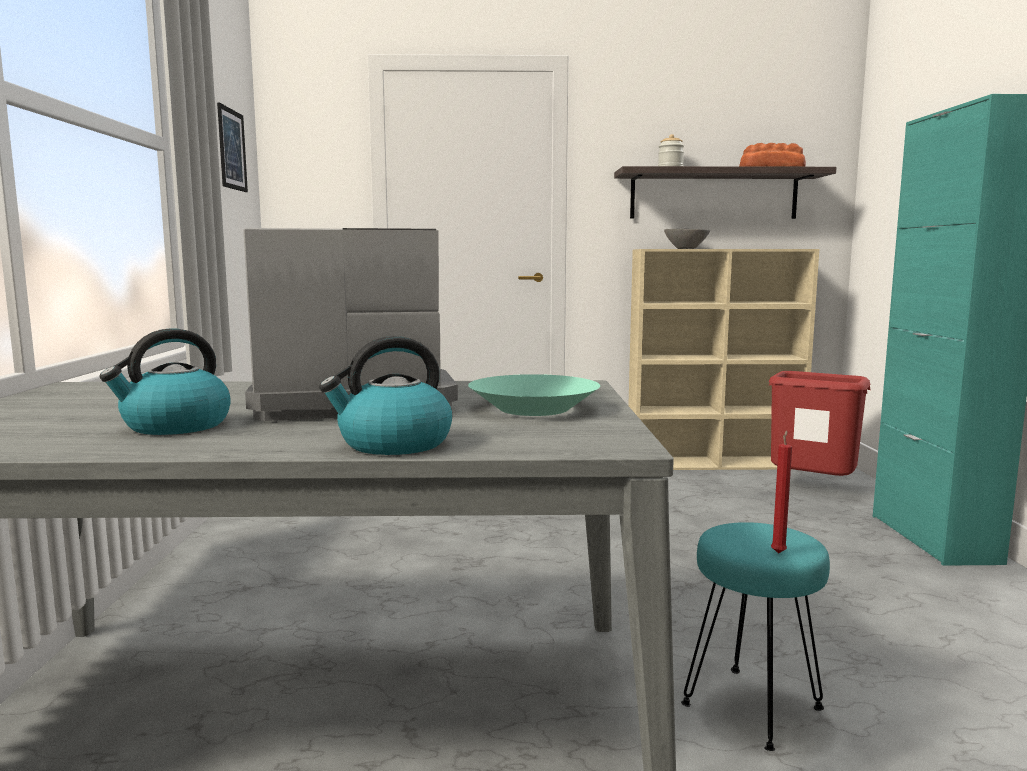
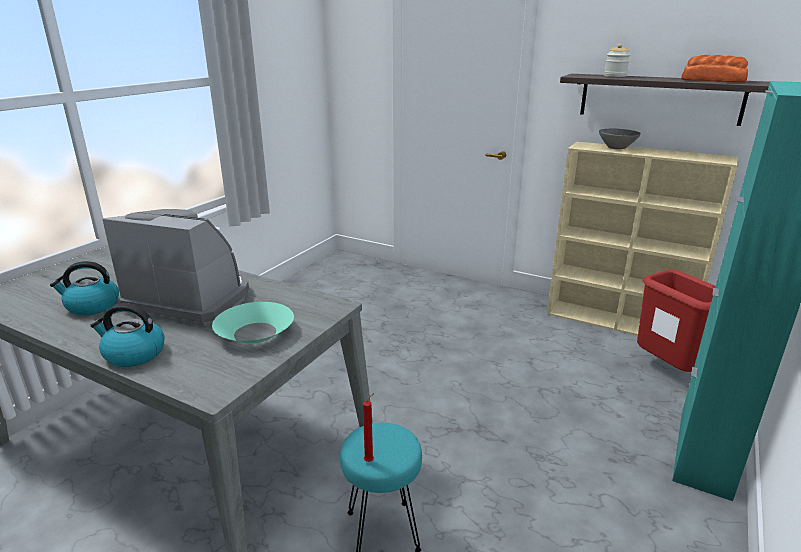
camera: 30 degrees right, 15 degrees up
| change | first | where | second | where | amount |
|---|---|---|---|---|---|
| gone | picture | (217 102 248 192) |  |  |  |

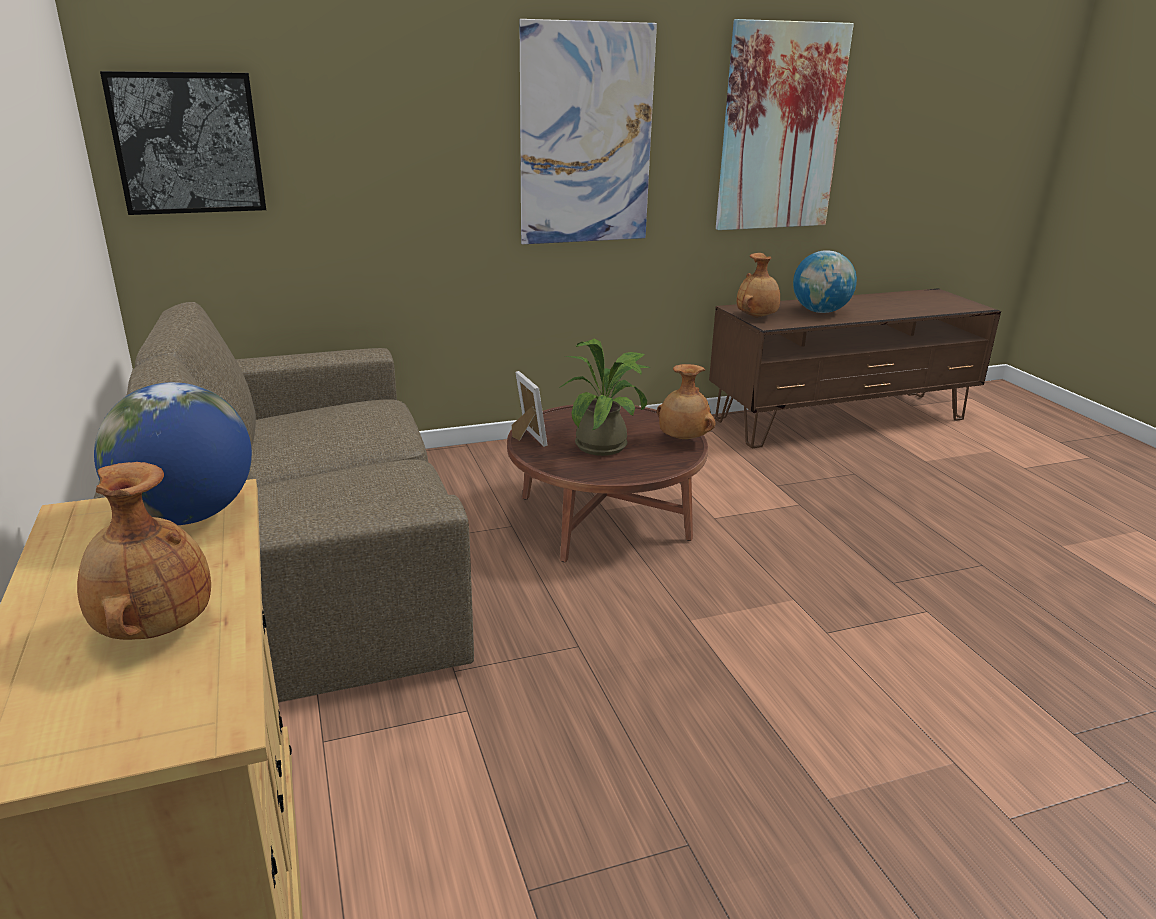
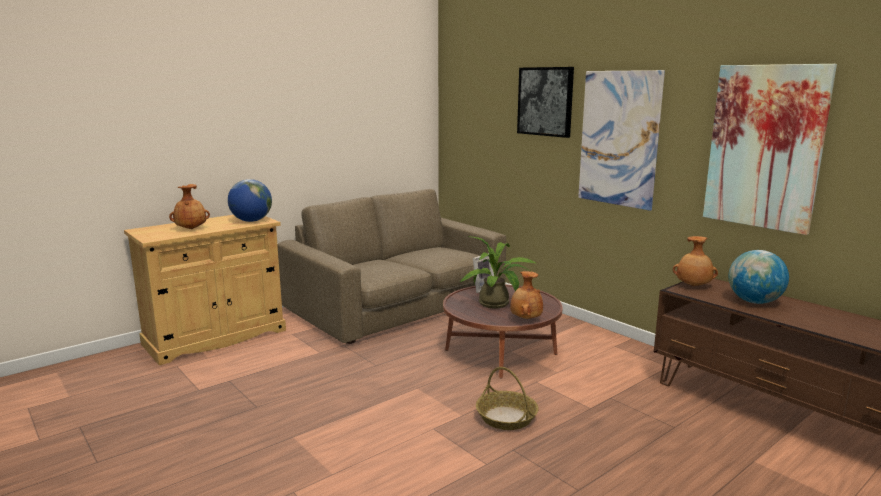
camera: 70 degrees right, 10 degrees down
| change | first | where | second | where | amount |
|---|---|---|---|---|---|
| shifted | picture | (100 71 266 215) |  | (517 67 574 138) |  |
| new |  |  | storage basket | (476 367 539 430) |  |

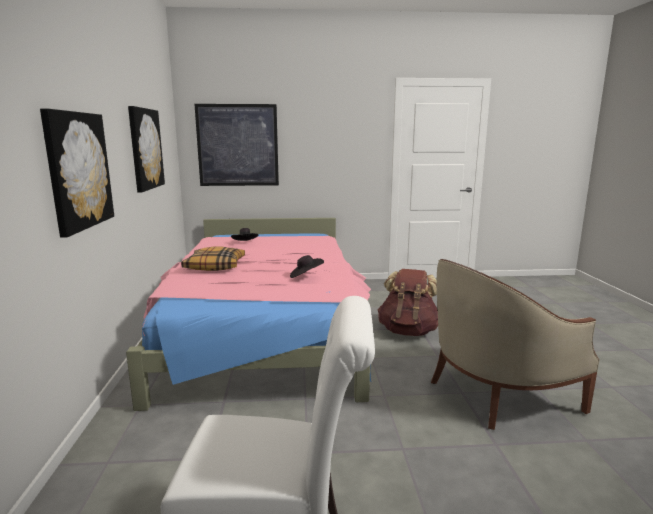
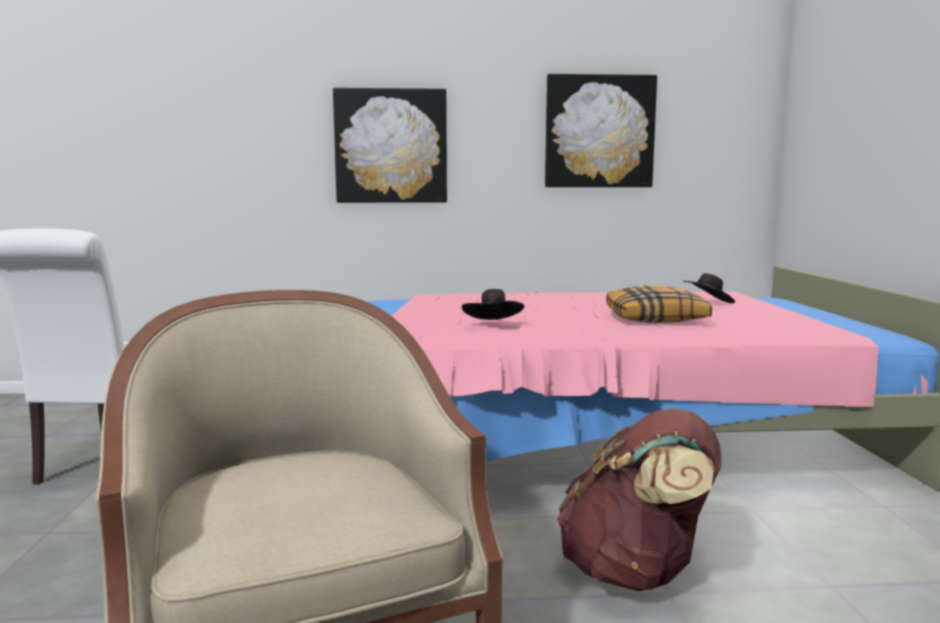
camera: 90 degrees right, 5 degrees down
| change | first | where | second | where | amount |
|---|---|---|---|---|---|
| gone | picture | (194 104 279 186) |  |  |  |
| shifted | throw pillow | (181 246 245 271) |  | (606 286 712 323) |  |

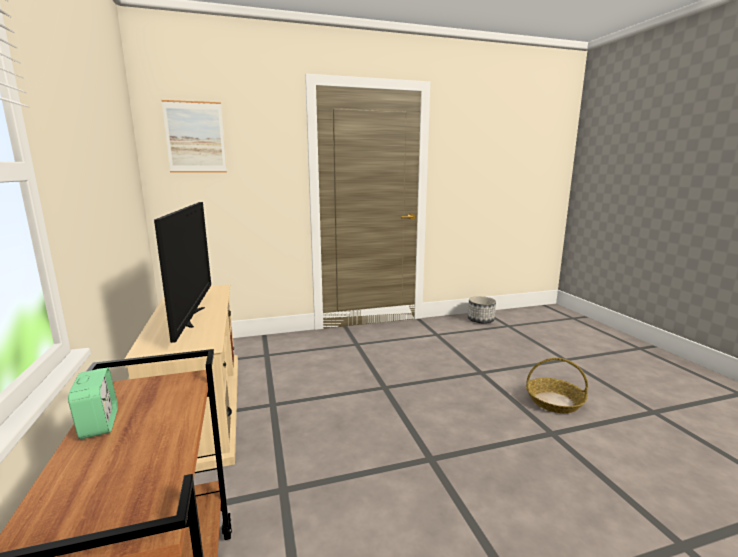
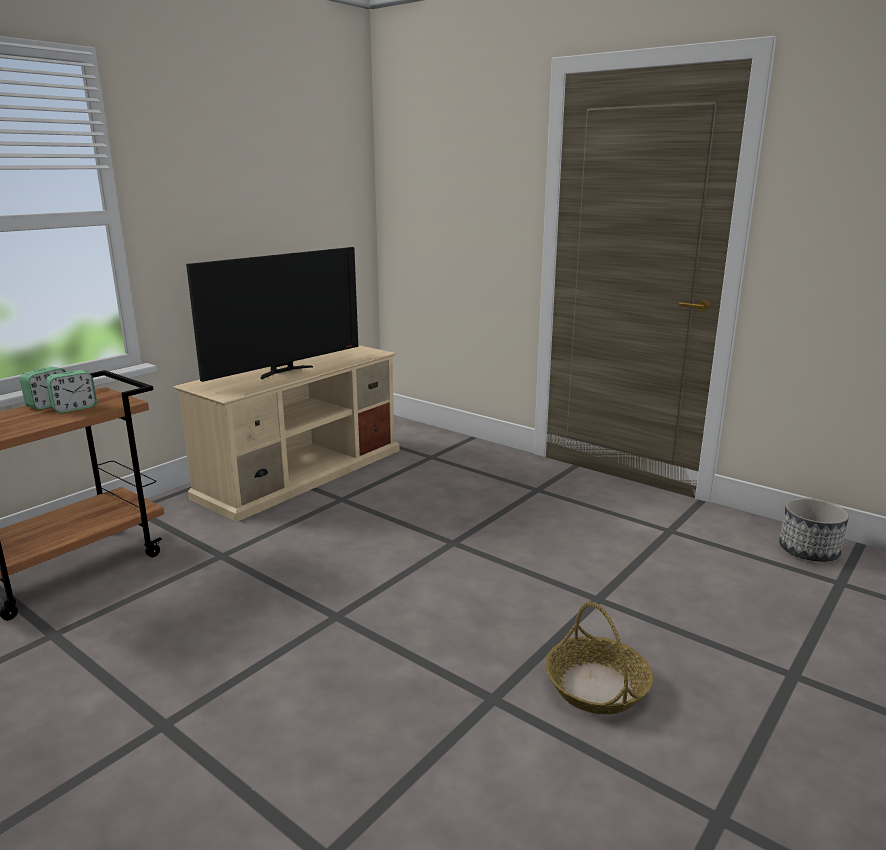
camera: 55 degrees right, 5 degrees up
| change | first | where | second | where | amount |
|---|---|---|---|---|---|
| gone | picture | (162 100 227 173) |  |  |  |
| new |  |  | bedside clock | (46 370 97 413) |  |

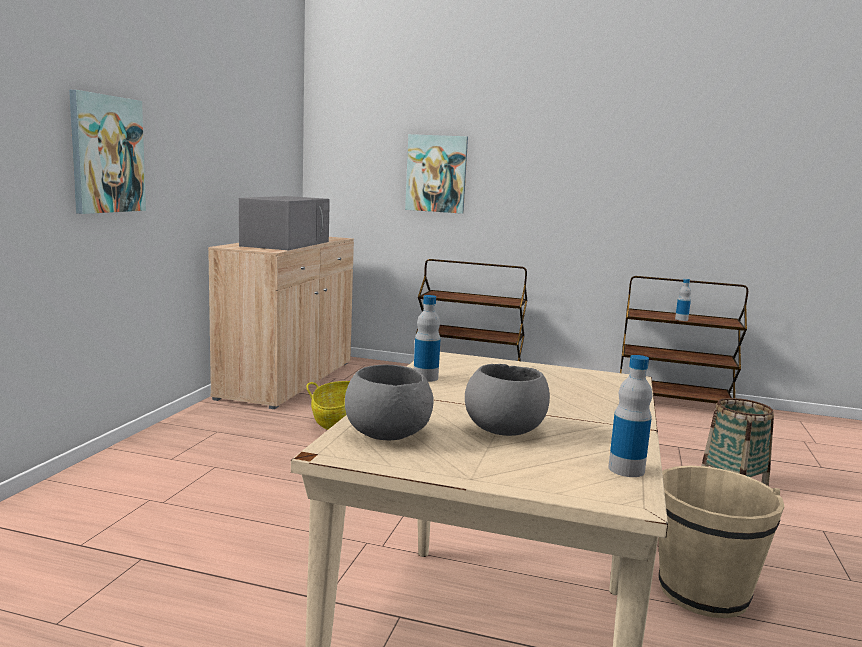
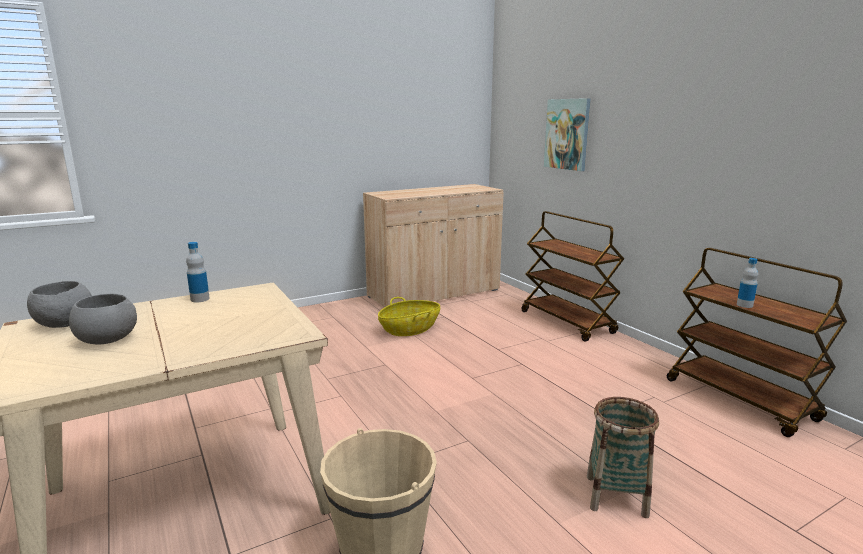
camera: 45 degrees right, 5 degrees up
| change | first | where | second | where | amount |
|---|---|---|---|---|---|
| gone | picture | (69 90 146 214) |  |  |  |
| gone | kitchen microwave (gray) | (239 196 330 250) |  |  |  |
| gone | bottle | (609 355 652 477) |  |  |  |

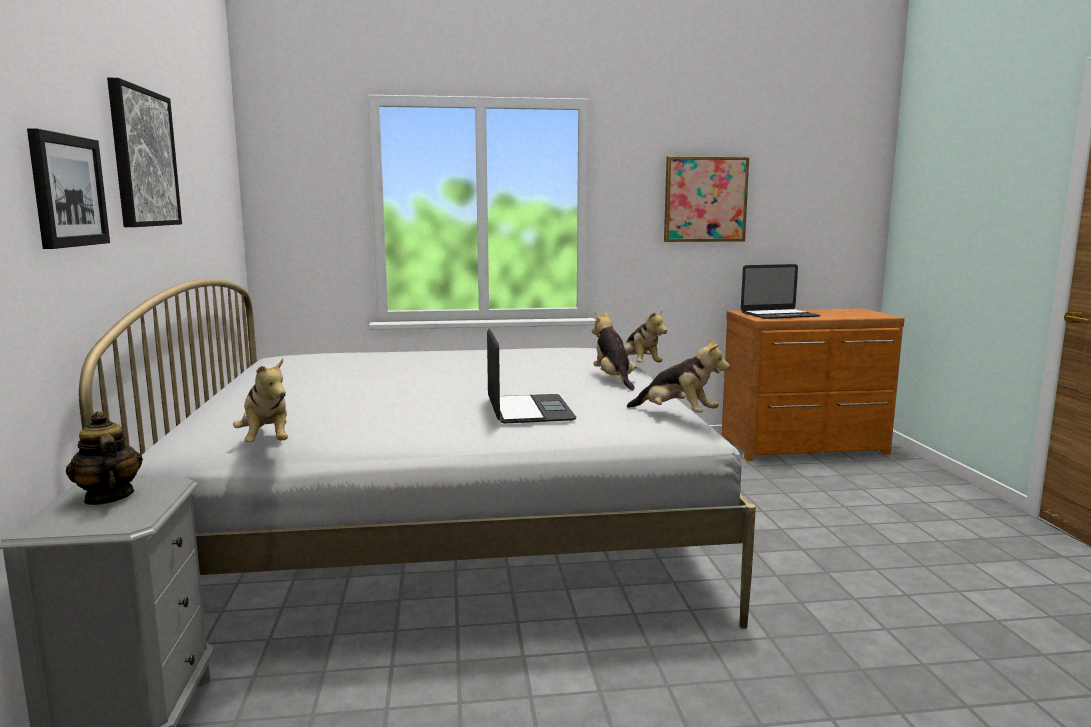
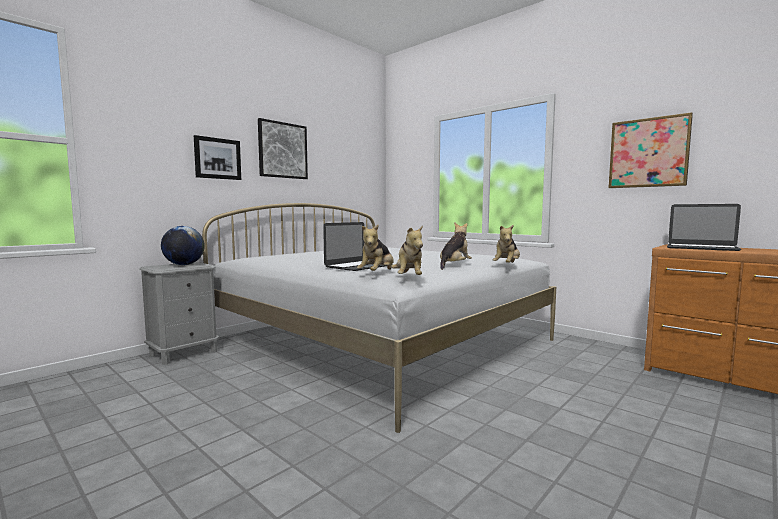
camera: 50 degrees right, 5 degrees down
| change | first | where | second | where | amount |
|---|---|---|---|---|---|
| shifted | plush toy | (233 359 288 442) |  | (357 225 394 271) |  |
| swapped | pot for tea | (66 411 143 505) | desk globe | (161 226 205 265) |  |

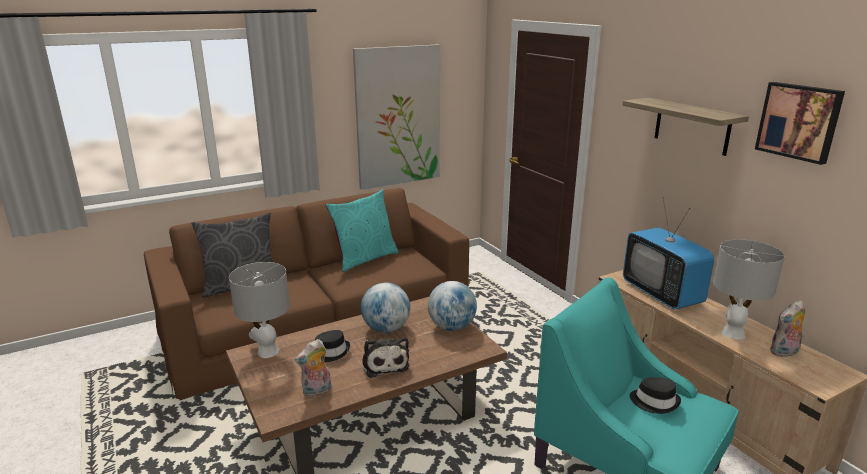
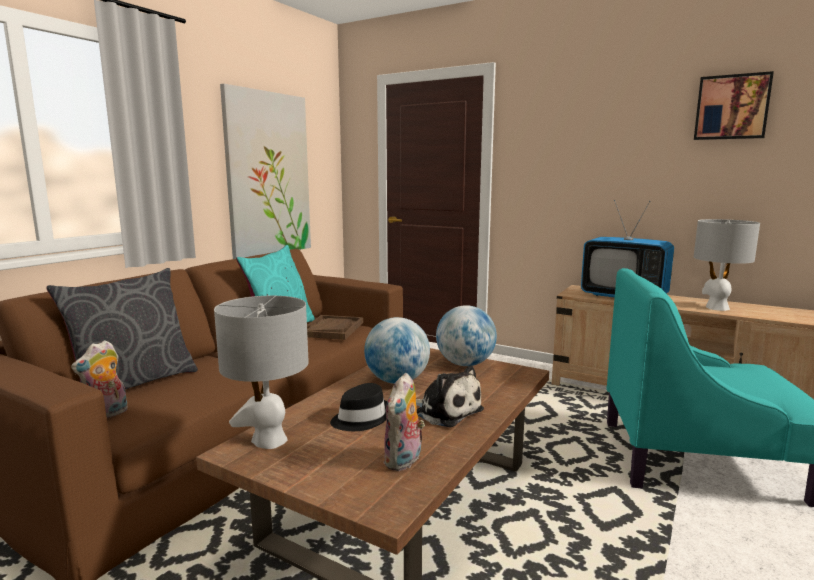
camera: 30 degrees left, 10 degrees down
| change | first | where | second | where | amount |
|---|---|---|---|---|---|
| gone | wall shelf | (622 98 749 156) |  |  |  |
| shifted | plush toy | (770 300 805 358) |  | (71 340 127 418) |  |
| gone | hat (black-coloured) | (630 377 681 414) |  |  |  |
| new |  |  | carrying tray (brown-coloured) | (307 315 363 340) |  |

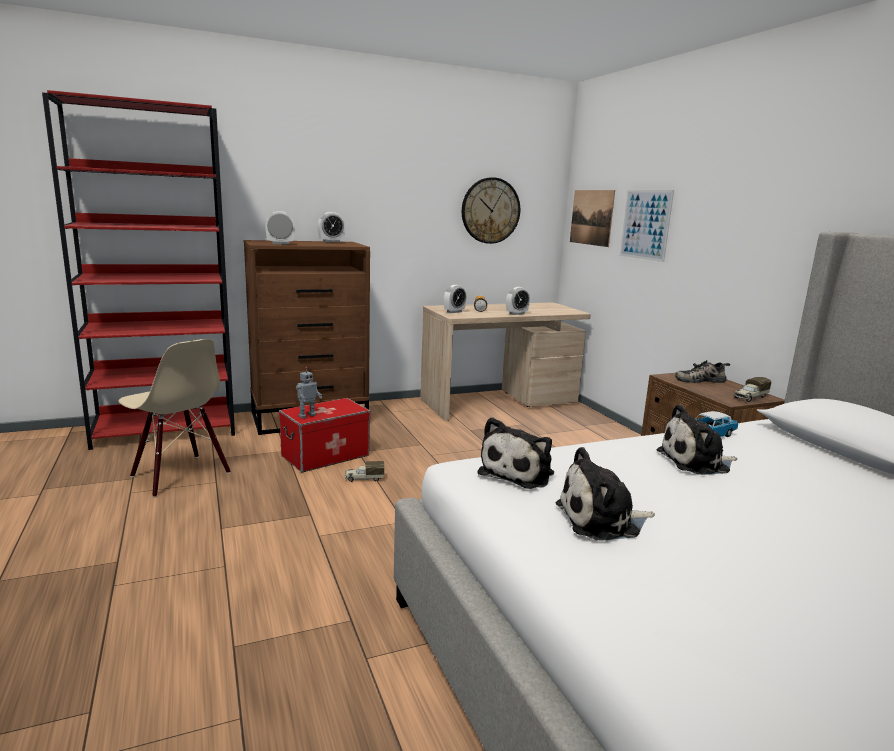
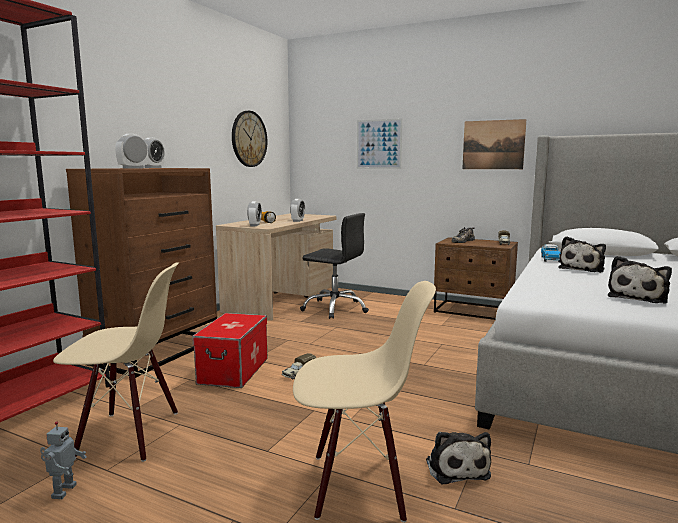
camera: 40 degrees left, 5 degrees down
| change | first | where | second | where | amount |
|---|---|---|---|---|---|
| shifted | picture | (570 190 615 247) |  | (462 119 526 169) |  |
| shifted | toy robot | (296 367 322 419) |  | (40 421 87 499) |  |
| shifted | plush toy | (477 417 554 489) |  | (426 432 491 484) |  |
| new |  |  | desk chair (black-coloured) | (300 213 369 319) |  |
| new |  |  | plain chair (beige-coloured) | (293 281 436 523) |  |

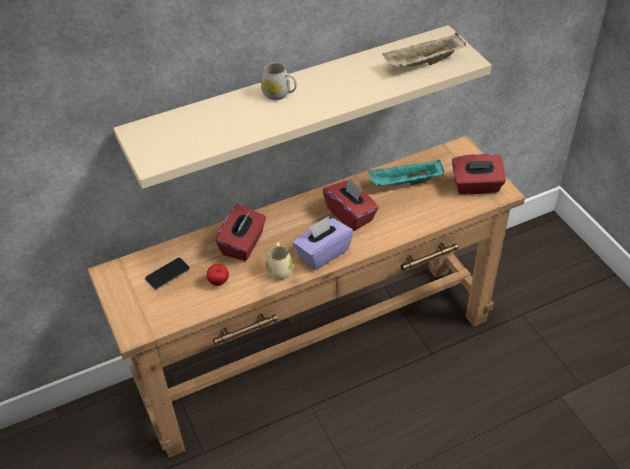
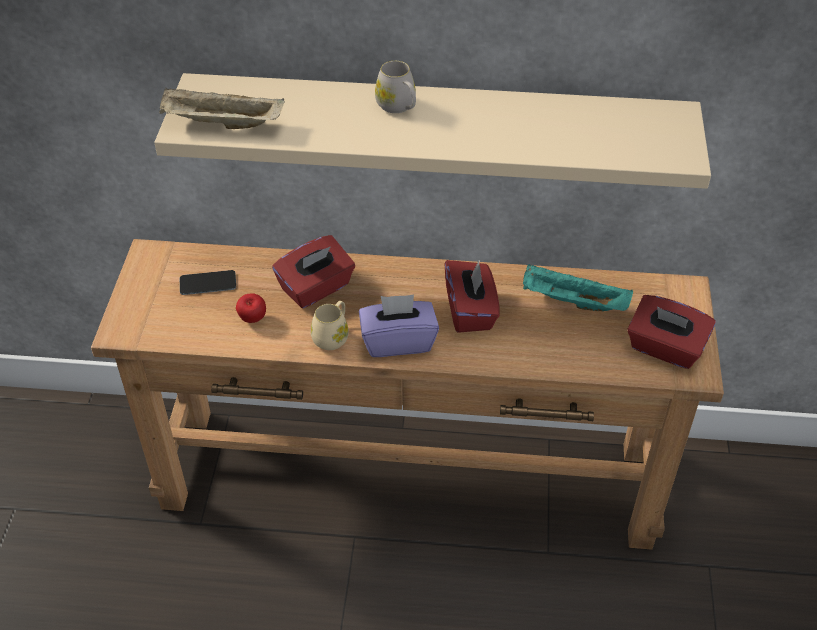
camera: 30 degrees right, 0 degrees up
| change | first | where | second | where | amount |
|---|---|---|---|---|---|
| shifted | carrying tray (beige-coloured) | (383 33 466 68) |  | (159 88 285 129) |  |

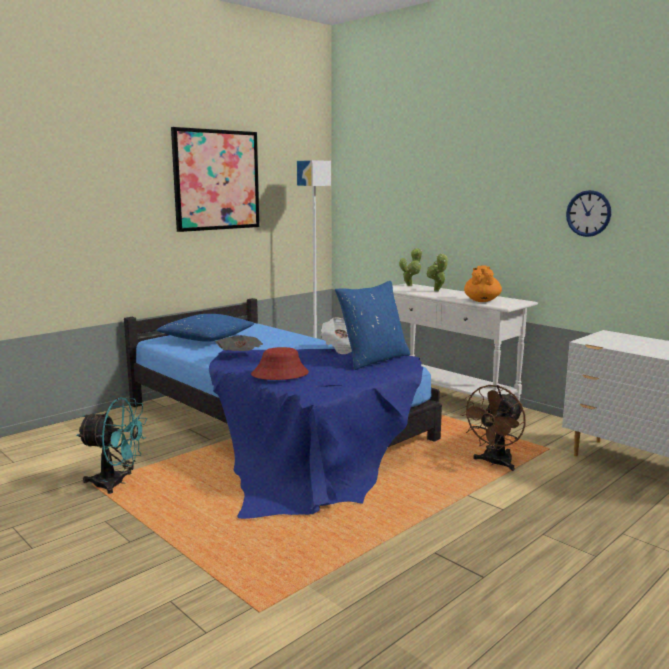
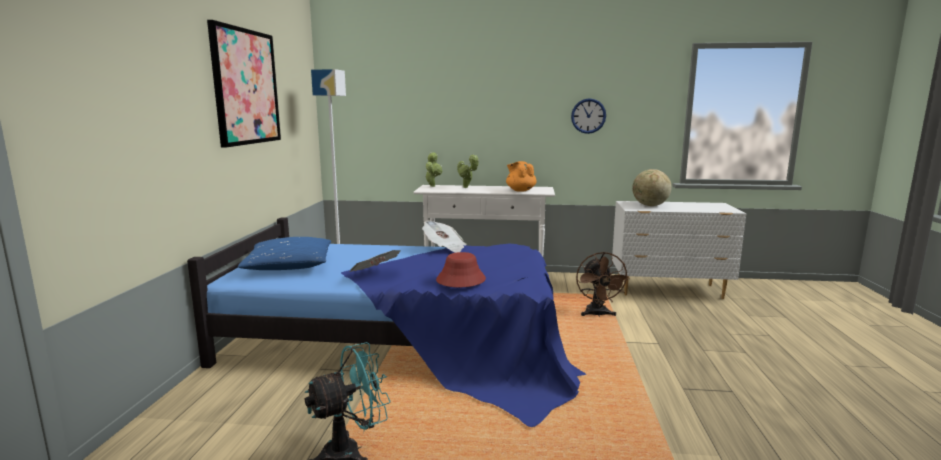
camera: 40 degrees left, 0 degrees up
| change | first | where | second | where | amount |
|---|---|---|---|---|---|
| gone | throw pillow (blue-coloured) | (335 281 410 370) |  |  |  |
| new |  |  | desk globe | (632 169 672 206) |  |

